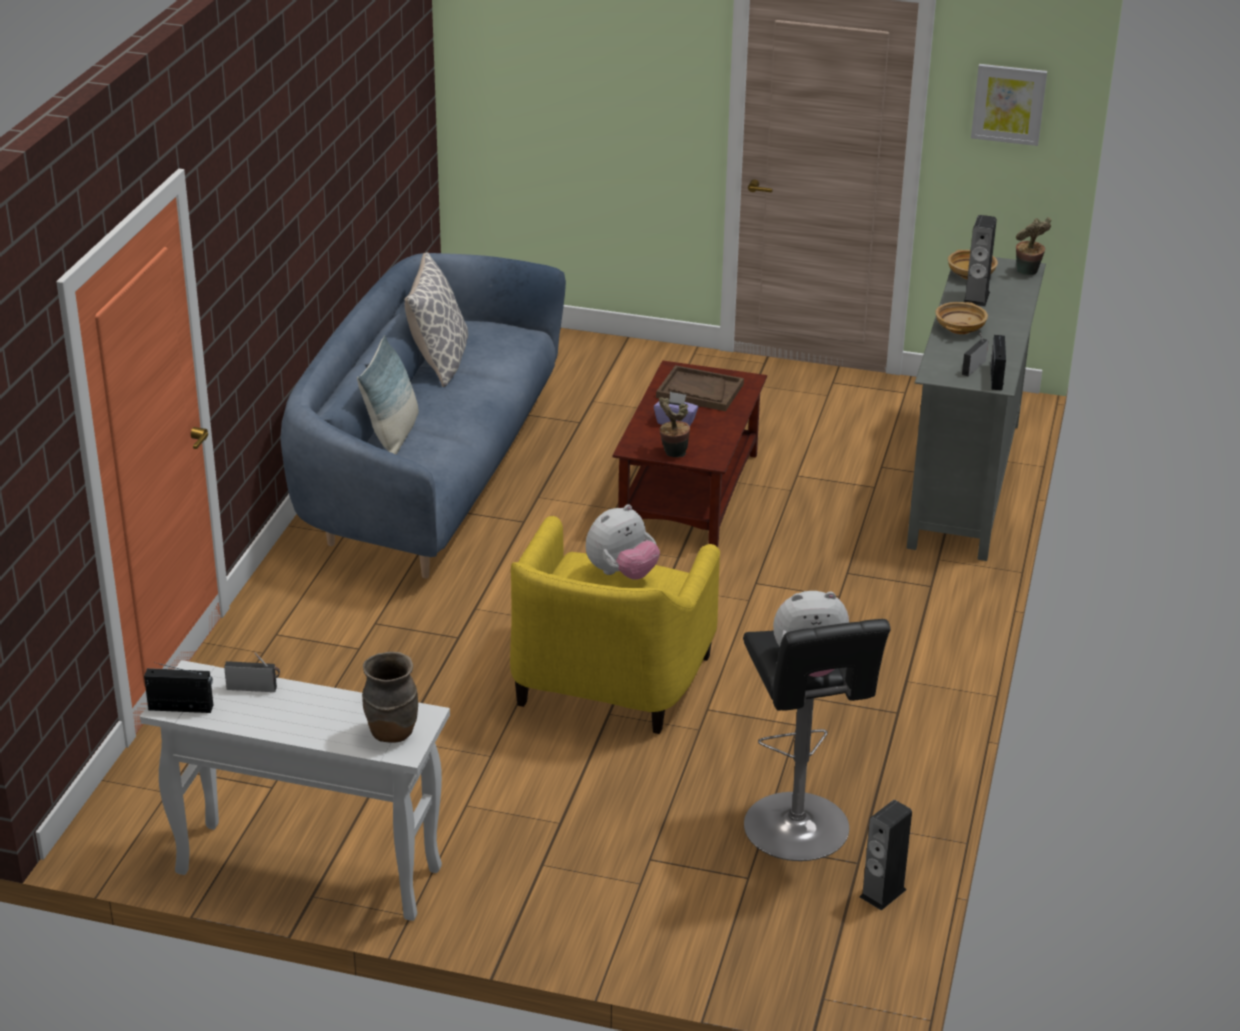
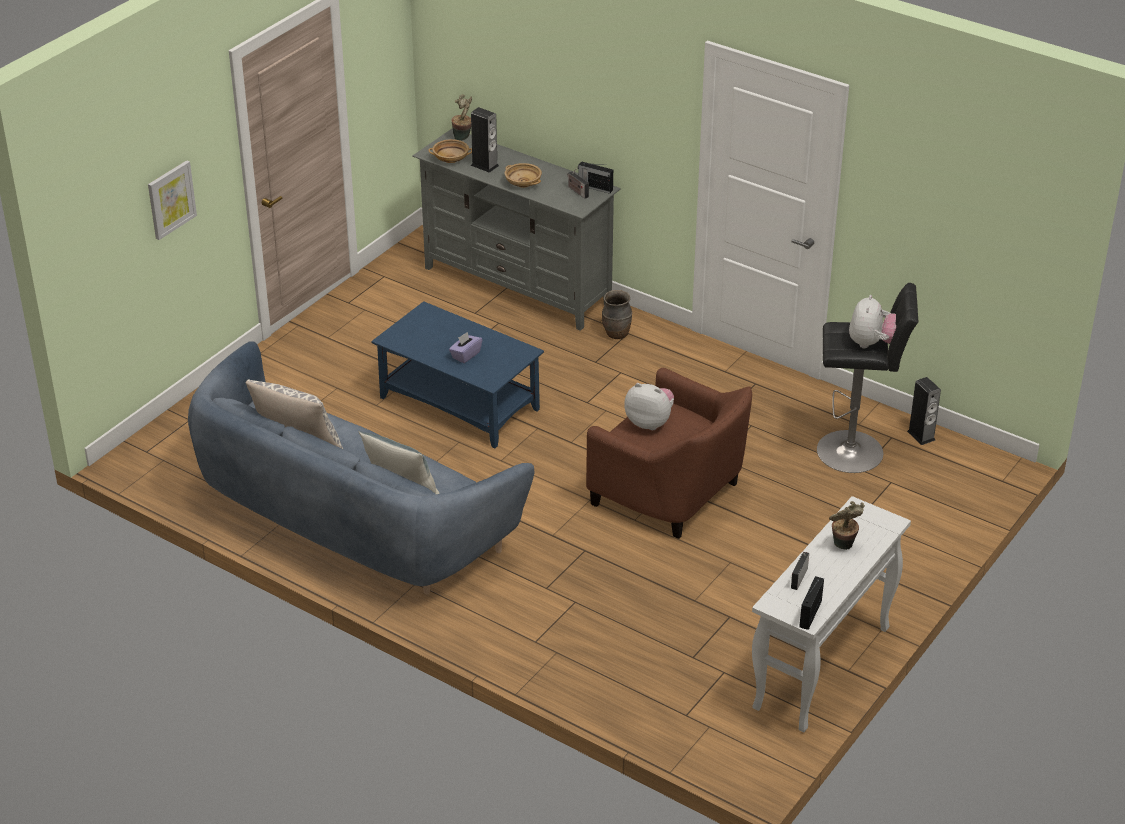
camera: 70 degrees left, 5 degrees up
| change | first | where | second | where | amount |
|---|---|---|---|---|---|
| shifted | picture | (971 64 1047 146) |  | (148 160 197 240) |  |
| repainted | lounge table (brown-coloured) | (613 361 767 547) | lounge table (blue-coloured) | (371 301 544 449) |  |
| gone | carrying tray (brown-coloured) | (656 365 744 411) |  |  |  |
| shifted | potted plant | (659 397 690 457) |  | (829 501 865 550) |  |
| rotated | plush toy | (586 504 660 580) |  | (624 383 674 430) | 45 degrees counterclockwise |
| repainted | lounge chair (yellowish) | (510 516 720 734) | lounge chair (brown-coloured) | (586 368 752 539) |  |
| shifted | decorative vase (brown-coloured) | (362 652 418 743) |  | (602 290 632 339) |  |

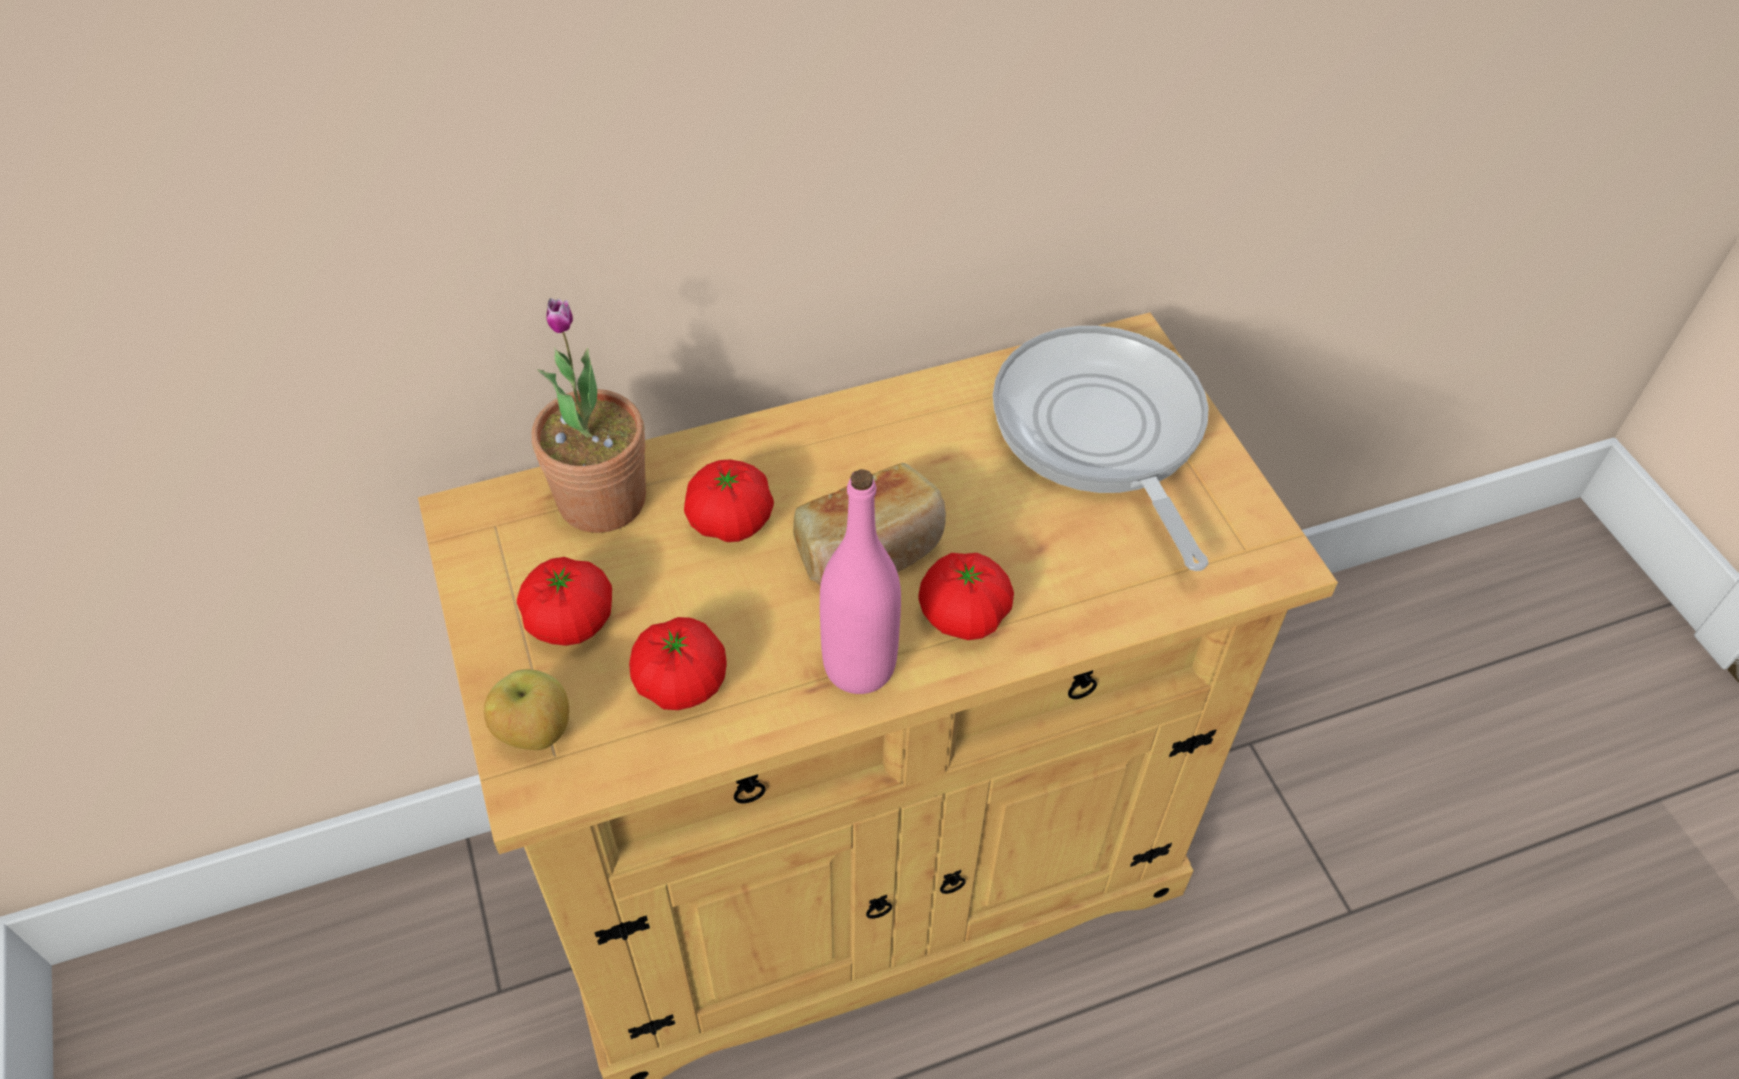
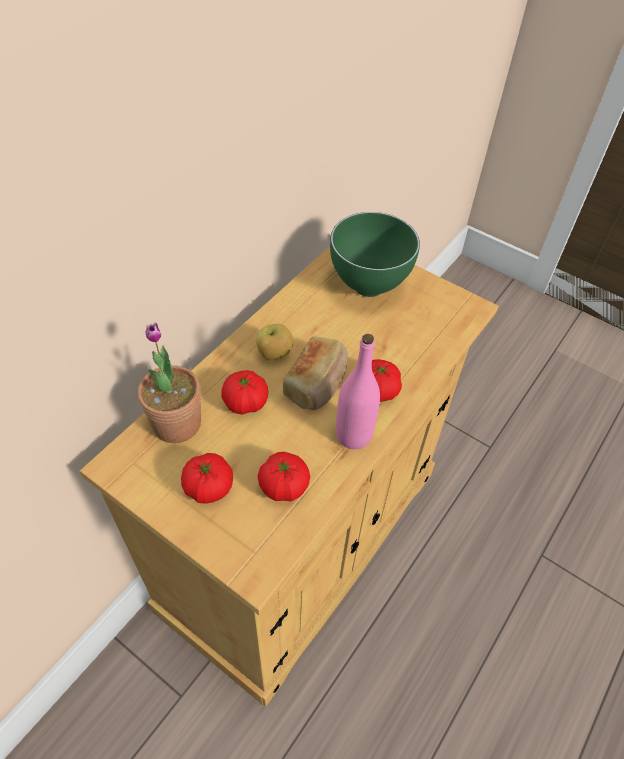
camera: 35 degrees left, 0 degrees up
| change | first | where | second | where | amount |
|---|---|---|---|---|---|
| swapped | frying pan | (993 326 1209 571) | serving bowl (green) | (330 212 420 297) |  |
| shifted | apple | (484 669 569 750) |  | (256 324 293 361) |  |

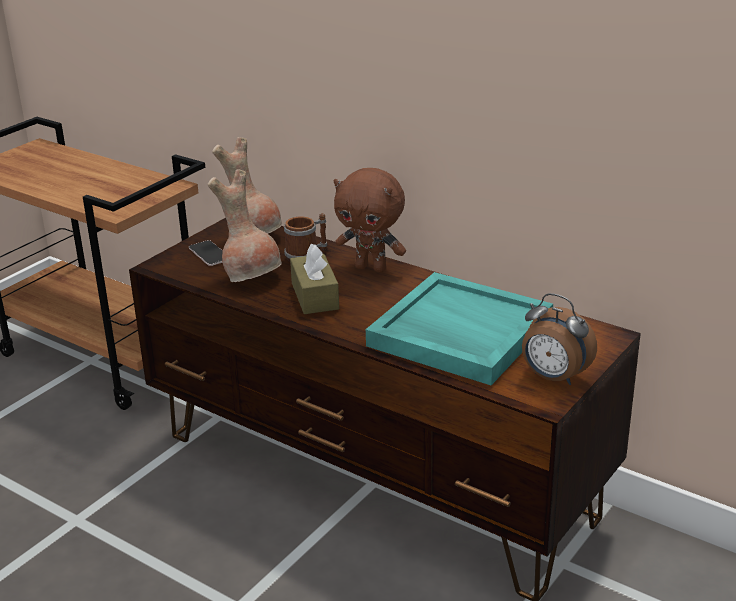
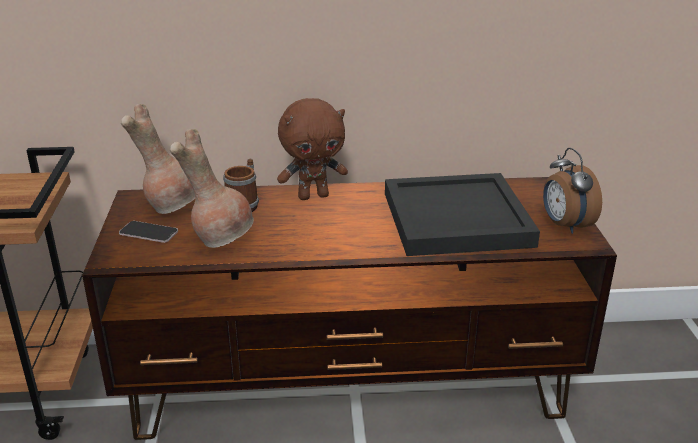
camera: 40 degrees left, 0 degrees up
| change | first | where | second | where | amount |
|---|---|---|---|---|---|
| gone | tissue holder (brown-coloured) | (290 244 339 314) |  |  |  |
| repainted | carrying tray (turquoise-coloured) | (366 272 553 385) | carrying tray (black-coloured) | (385 173 540 256) |  |
| rotated | bedside clock | (522 293 597 385) |  | (543 148 602 234) | 75 degrees clockwise |

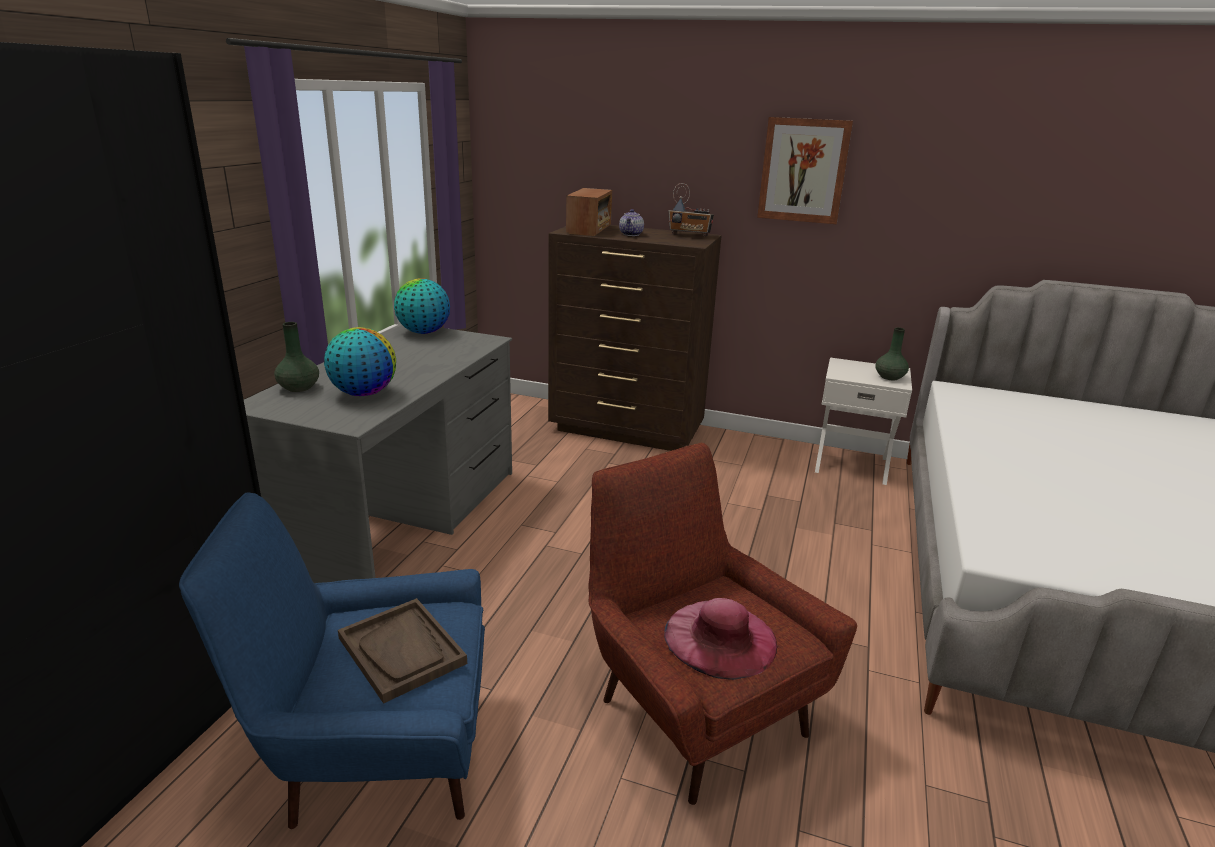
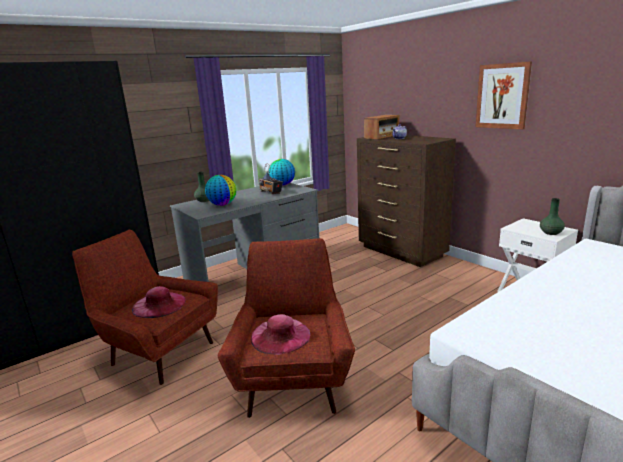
camera: 35 degrees right, 5 degrees down
| change | first | where | second | where | amount |
|---|---|---|---|---|---|
| shifted | radio | (668 183 714 236) |  | (259 164 283 194) |  |
| repainted | lounge chair (blue-coloured) | (179 493 485 829) | lounge chair (red) | (72 230 218 385) |  |
| swapped | carrying tray (brown-coloured) | (338 598 467 704) | hat (pink-coloured) | (132 286 186 318) |  |

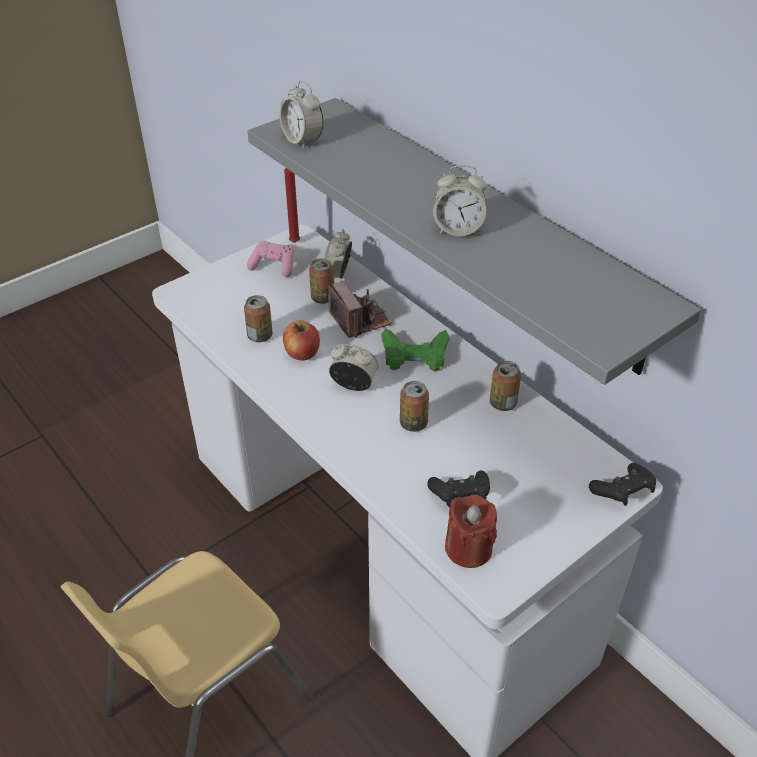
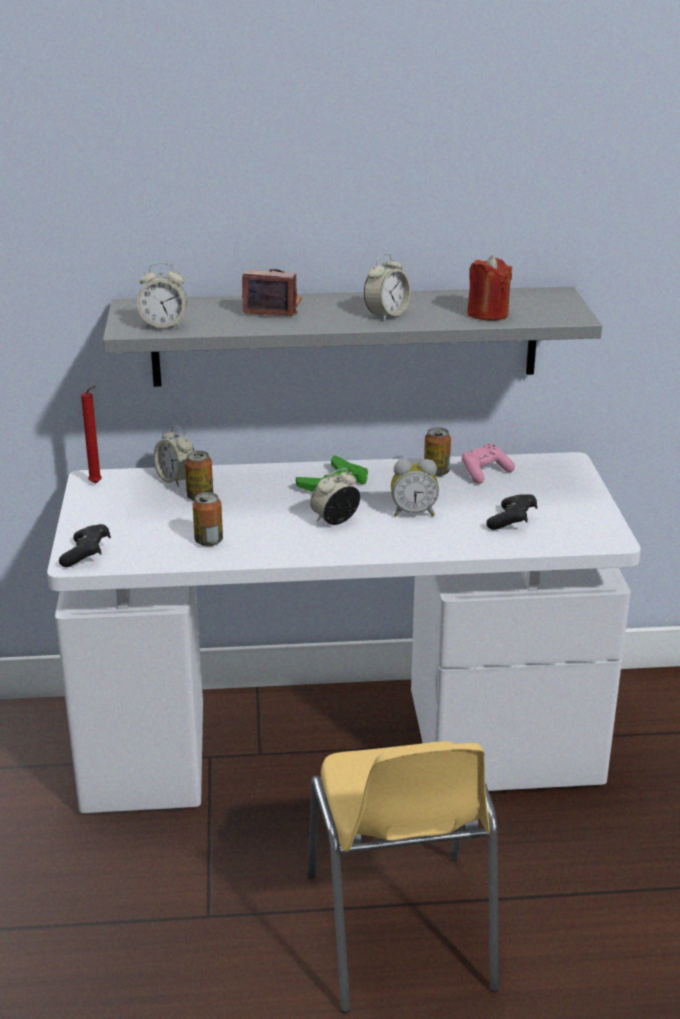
camera: 55 degrees left, 15 degrees down
| change | first | where | second | where | amount |
|---|---|---|---|---|---|
| shifted | game controller (pink-coloured) | (247 241 294 277) |  | (462 444 515 484) |  |
| shifted | photo camera | (328 281 391 338) |  | (242 269 302 316) |  |
| gone | apple | (283 321 320 361) |  |  |  |
| swapped | can | (400 381 429 432) | bedside clock | (391 459 439 517) |  |
| shifted | game controller (black-coloured) | (589 463 656 506) |  | (59 524 111 567) |  |
| shifted | candle (red) | (445 494 497 568) |  | (467 255 512 321) |  |

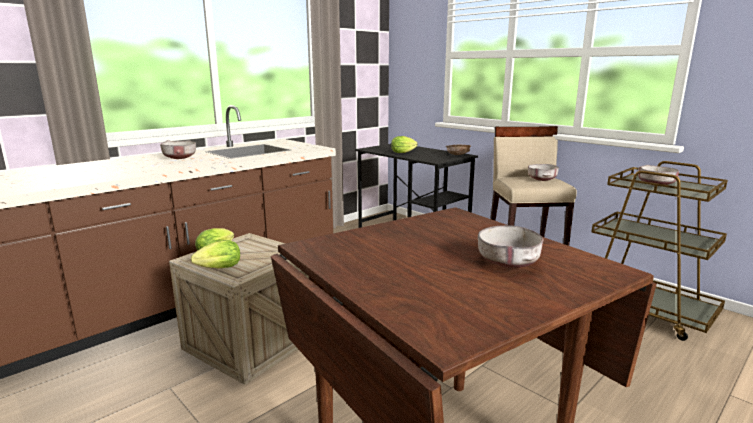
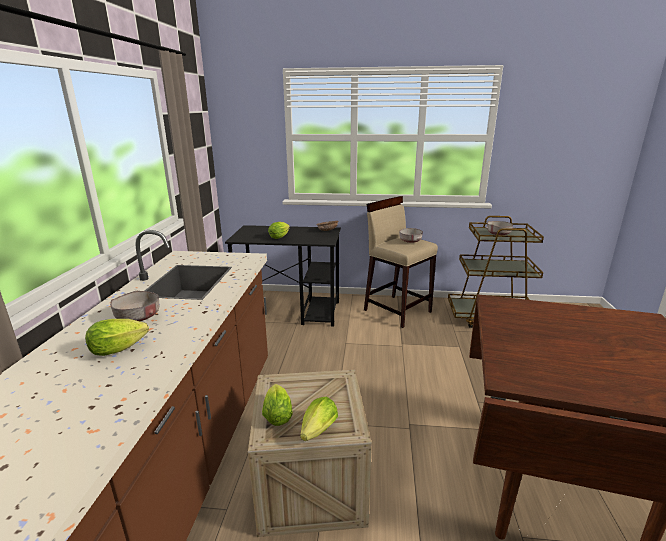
camera: 40 degrees left, 5 degrees up
| change | first | where | second | where | amount |
|---|---|---|---|---|---|
| gone | serving bowl (gray) | (478 225 544 268) |  |  |  |
| new |  |  | lettuce | (85 319 149 356) |  |

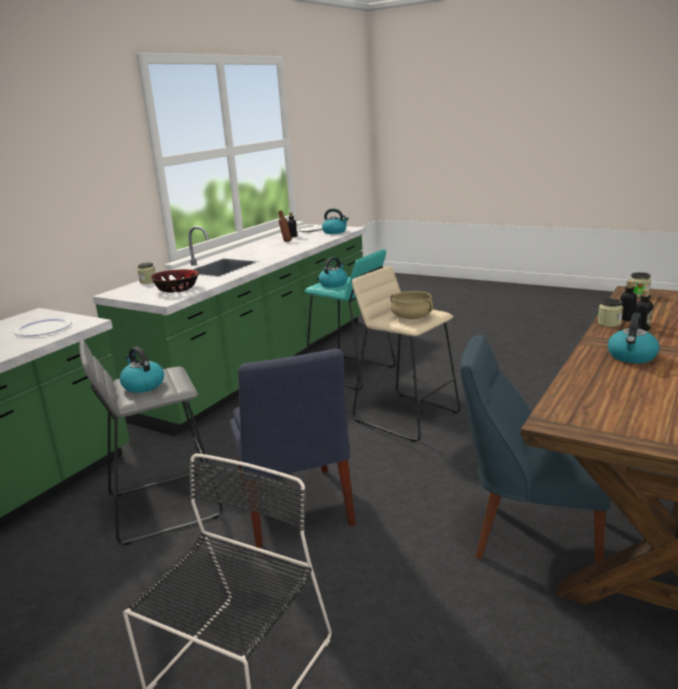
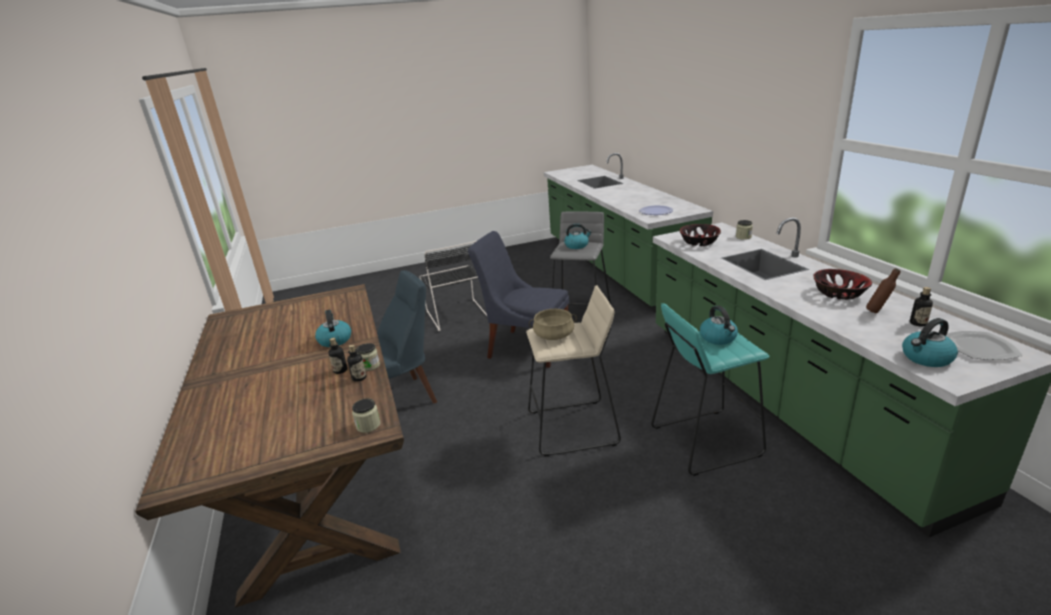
camera: 130 degrees right, 5 degrees up
| change | first | where | second | where | amount |
|---|---|---|---|---|---|
| new |  |  | serving bowl | (813 269 872 300) |  |

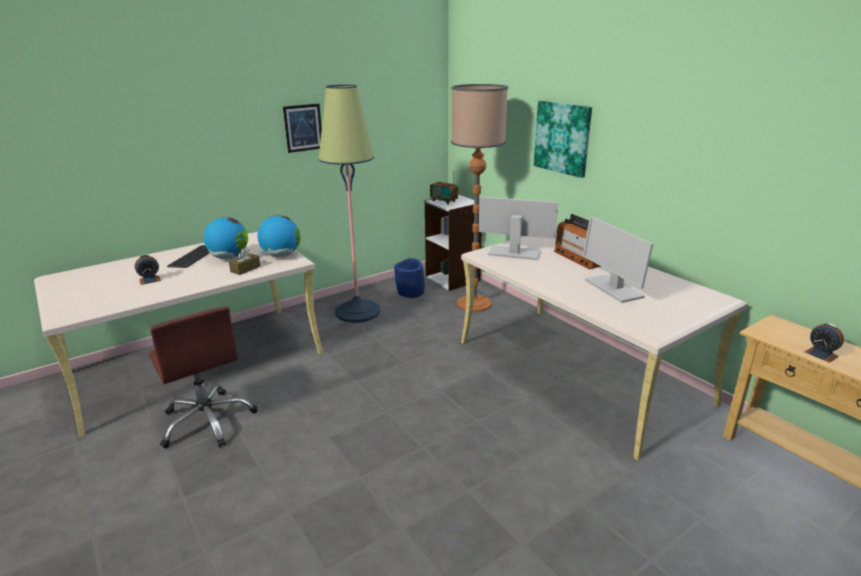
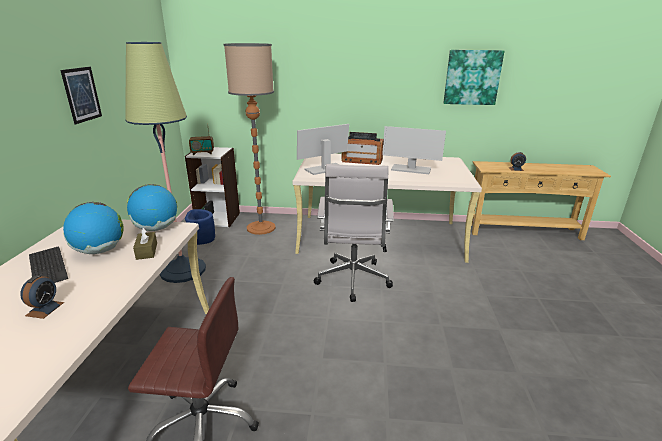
camera: 50 degrees left, 0 degrees up
| change | first | where | second | where | amount |
|---|---|---|---|---|---|
| shifted | picture | (534 101 592 178) |  | (443 50 504 105) |  |
| new |  |  | desk chair (white-coloured) | (314 164 394 302) |  |

